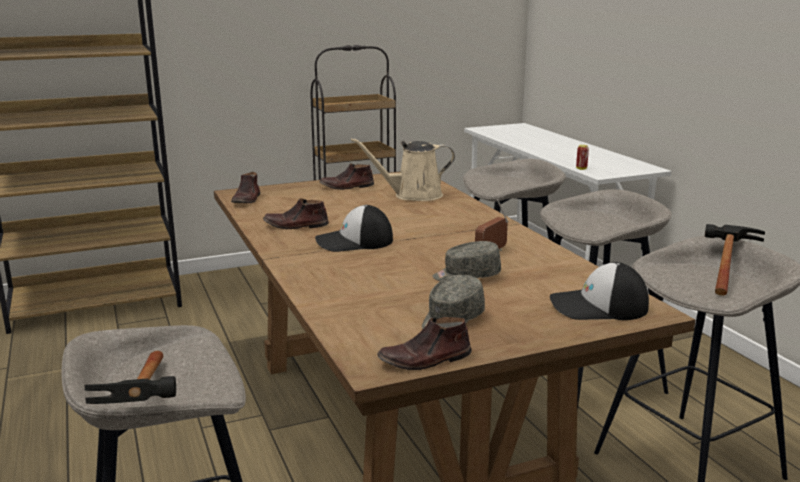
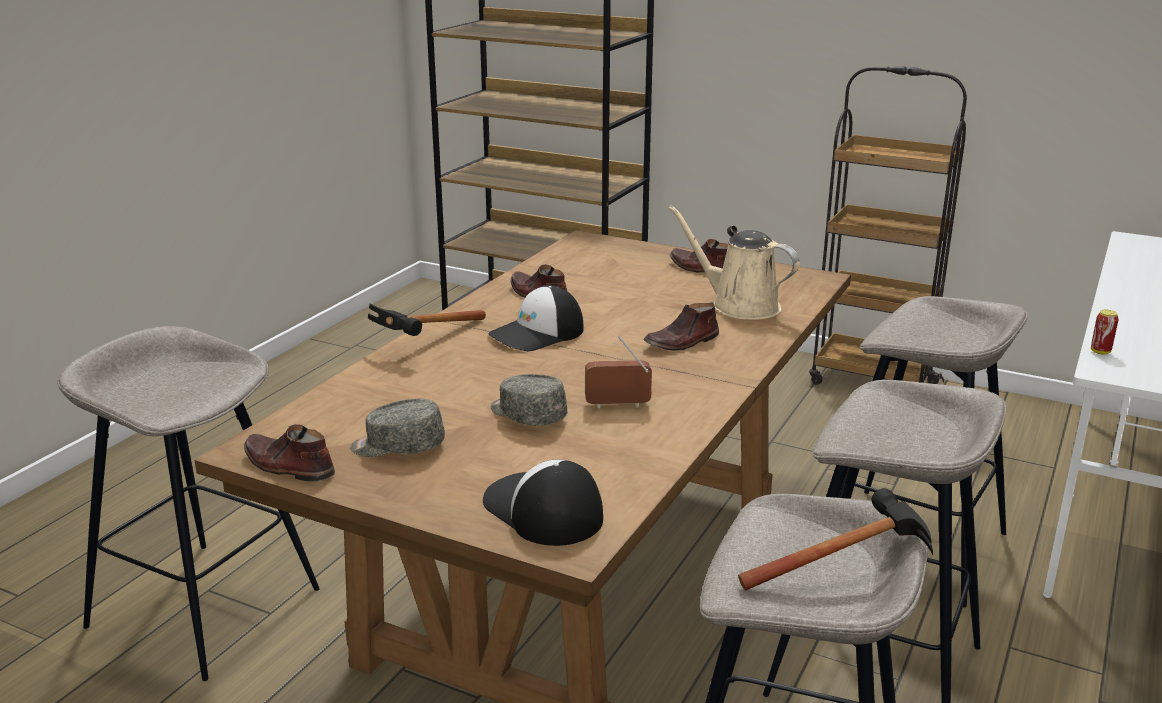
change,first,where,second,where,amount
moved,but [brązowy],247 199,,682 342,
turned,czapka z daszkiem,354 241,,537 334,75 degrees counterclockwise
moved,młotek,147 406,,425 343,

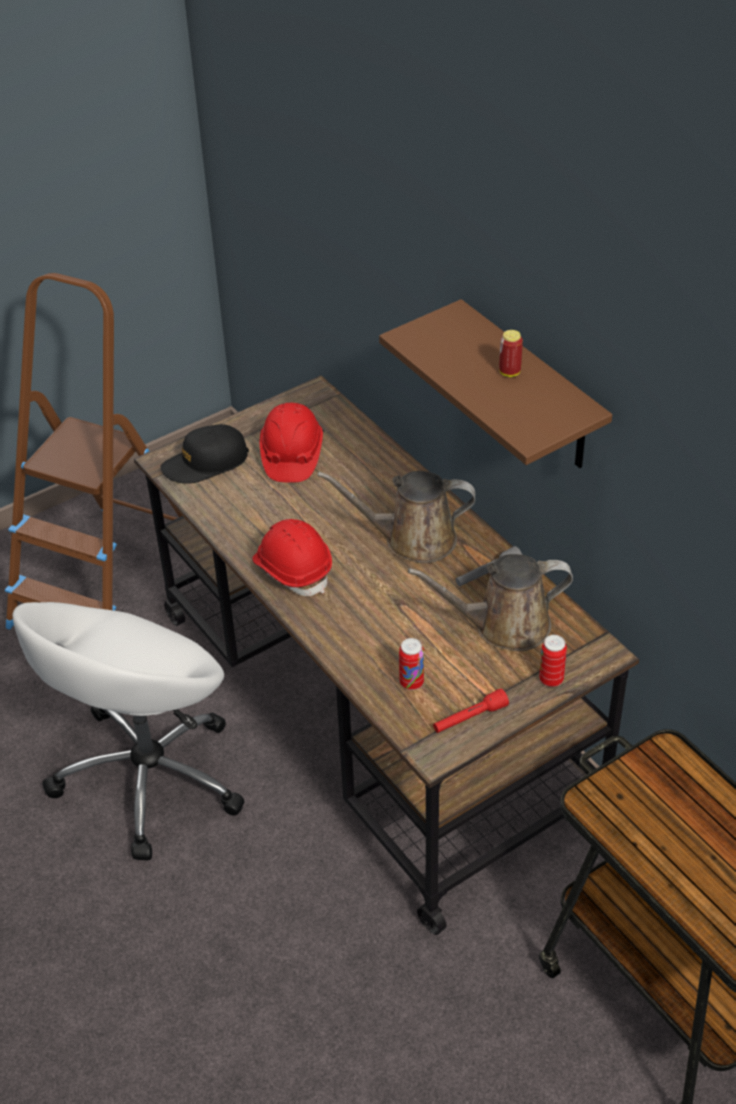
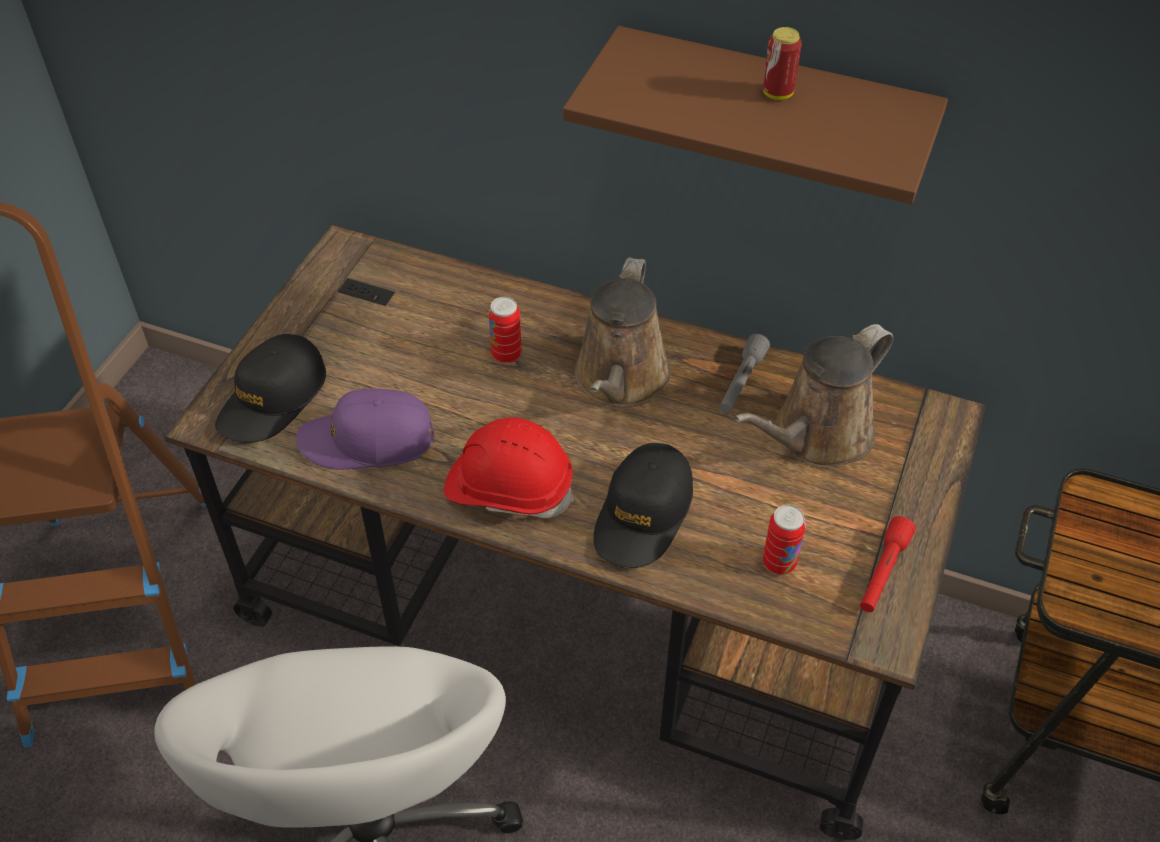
change,first,where,second,where,amount
removed,kask [czerwony],291 456,,,
turned,konewka [brązowy],412 539,,620 380,45 degrees counterclockwise
moved,puszka,551 679,,506 355,
added,,,czapka z daszkiem [fioletowy],367 440,
added,,,czapka z daszkiem [czarny],643 514,

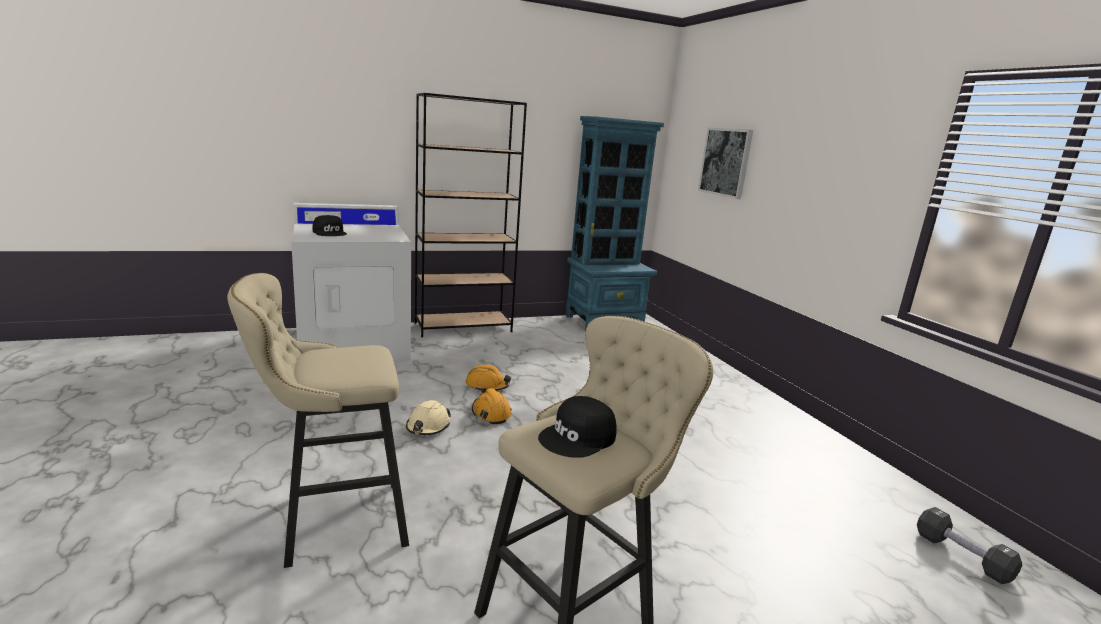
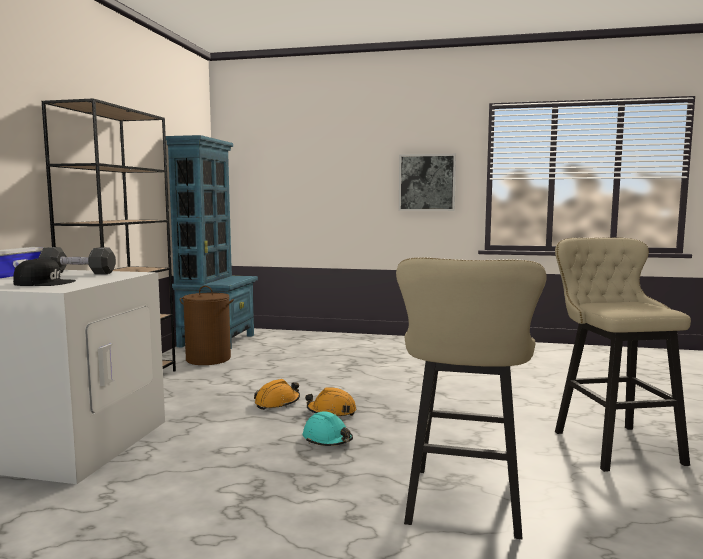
change,first,where,second,where,amount
moved,obraz,725 162,,427 182,
removed,czapka z daszkiem [czarny],578 437,,,
recoloured,kask [beżowy],428 427,kask [turkusowy],327 440,
moved,hantel [czarny],962 556,,78 273,
added,,,kosz na pranie [brązowy],208 359,

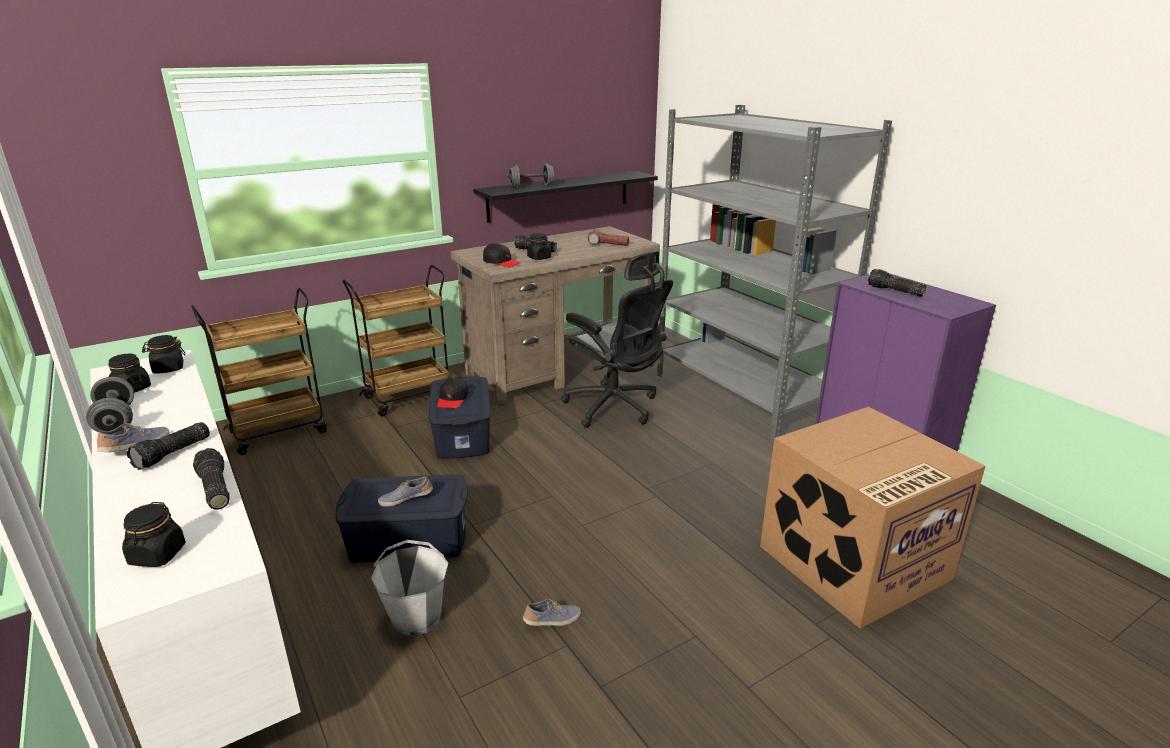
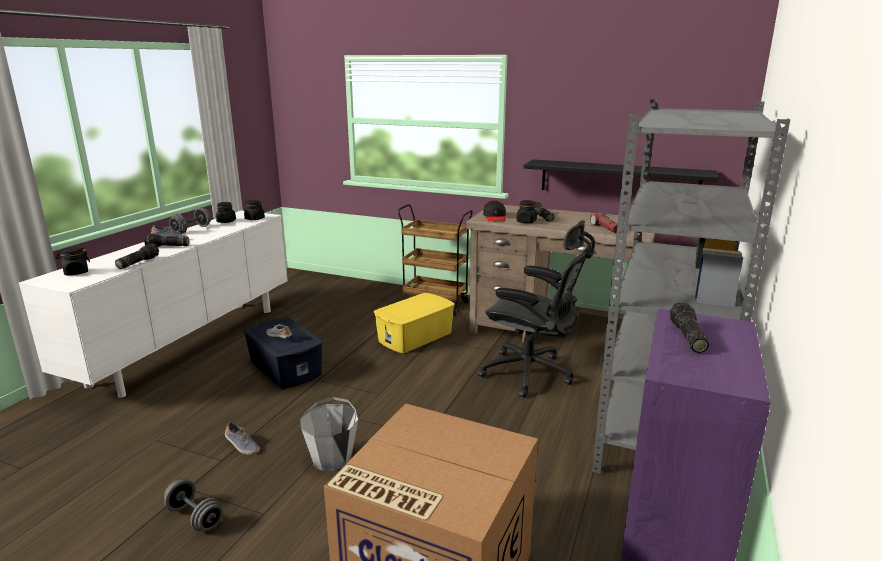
change,first,where,second,where,amount
moved,hantel [szary],531 186,,195 517,
turned,krzesło biurowe,614 408,,531 374,75 degrees counterclockwise
removed,wózek [brązowy],279 432,,,
recoloured,pojemnik do przechowywania [niebieski],463 434,pojemnik do przechowywania [żółty],415 337,
removed,czapka z daszkiem [czarny],452 399,,,
moved,wiadro [szary],416 616,,332 458,

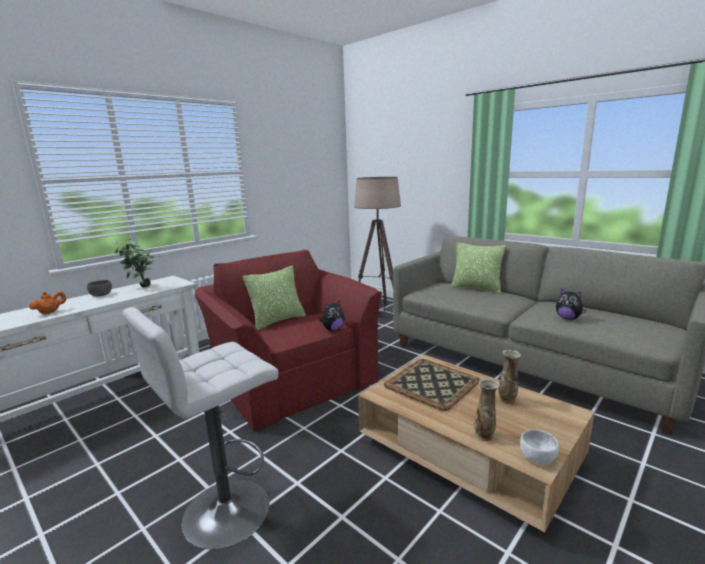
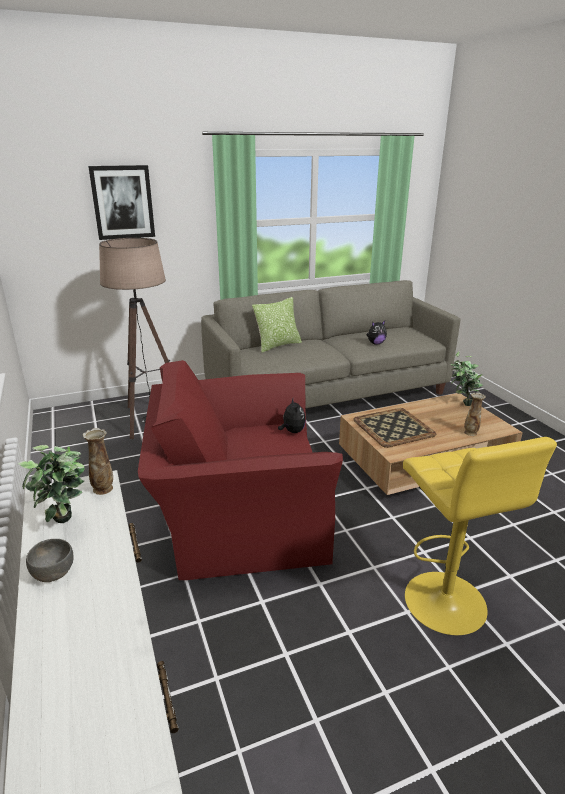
change,first,where,second,where,amount
removed,poduszka,277 320,,,
removed,imbryk [pomarańczowy],50 312,,,
recoloured,stołek [biały],225 512,stołek [żółty],444 603,
moved,wazon,507 400,,103 489,
removed,miska [biały],538 457,,,
added,,,obraz,123 202,
added,,,roślina doniczkowa,461 404,

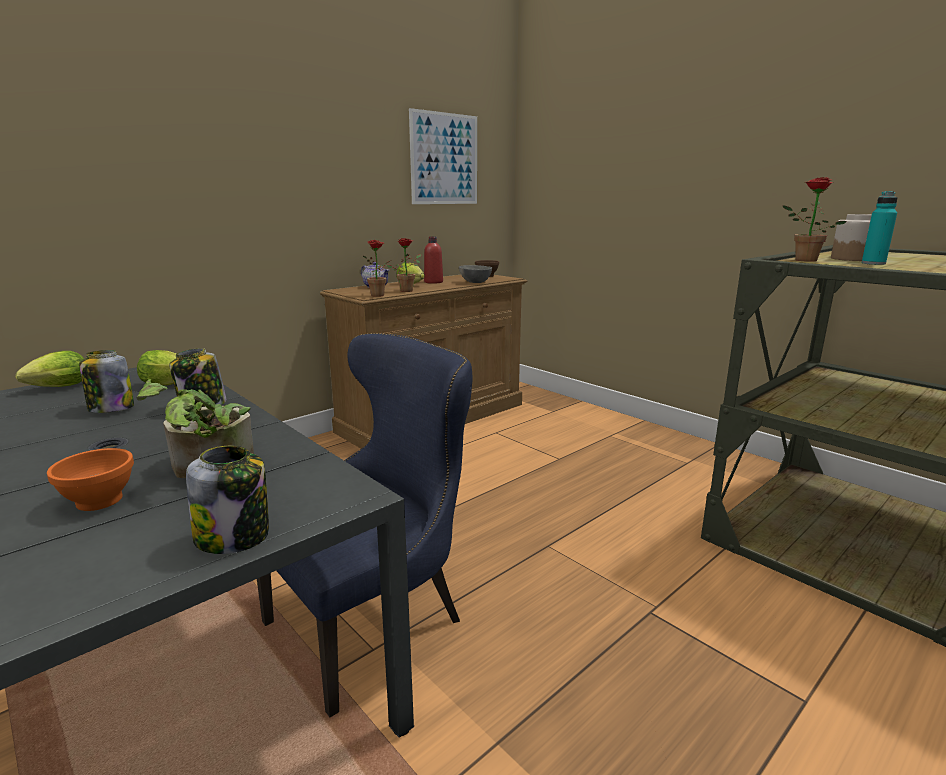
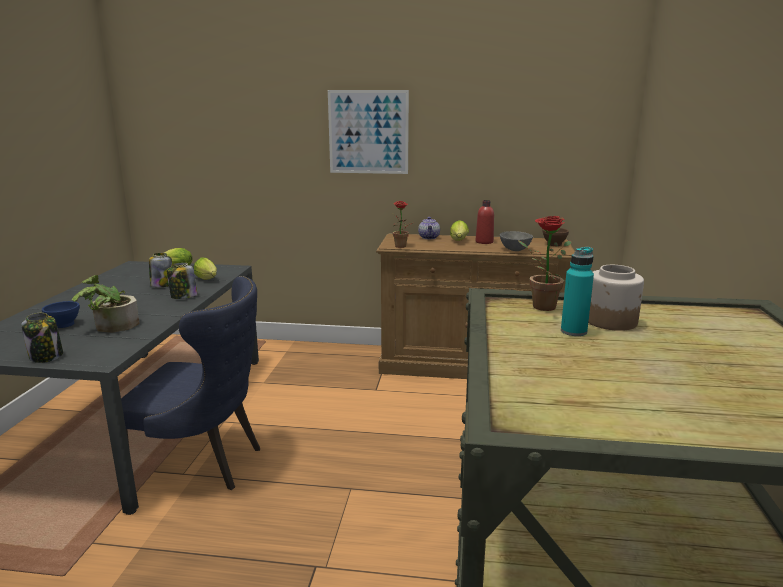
change,first,where,second,where,amount
moved,obraz,444 159,,368 132,
removed,roślina doniczkowa,407 290,,,
recoloured,miska [pomarańczowy],99 501,miska [niebieski],63 325,

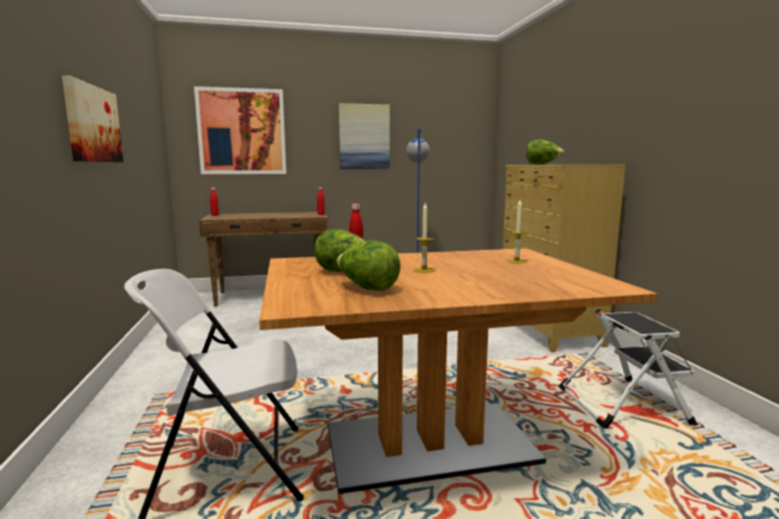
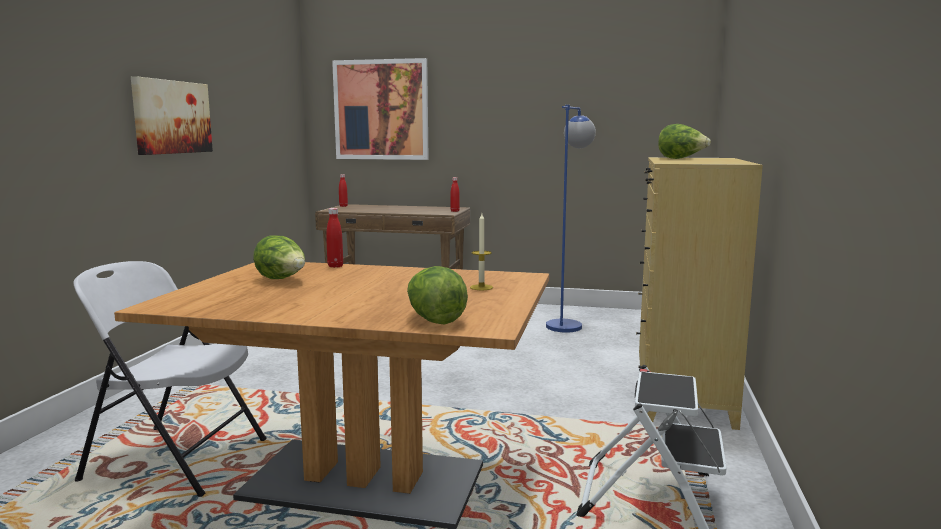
change,first,where,second,where,amount
removed,obraz,364 137,,,
removed,świeca,424 270,,,
moved,sałata,367 288,,434 320,

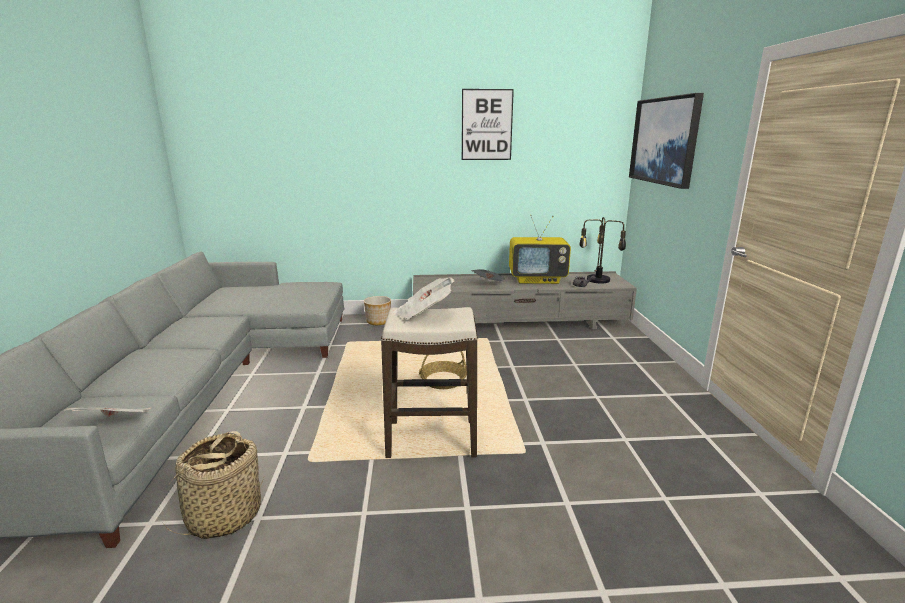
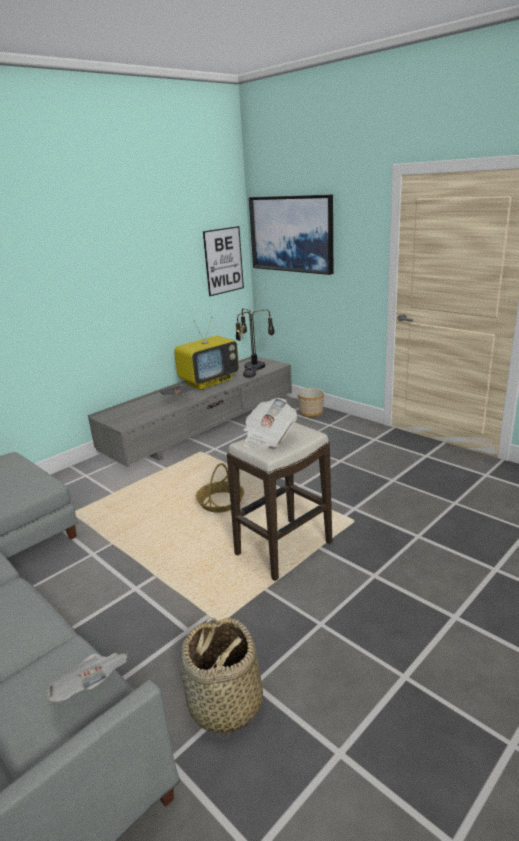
change,first,where,second,where,amount
moved,obraz,486 125,,223 261,
moved,donica,378 321,,311 413,

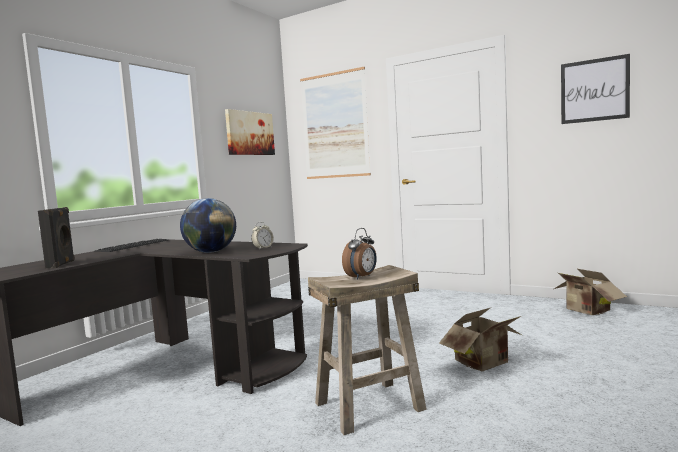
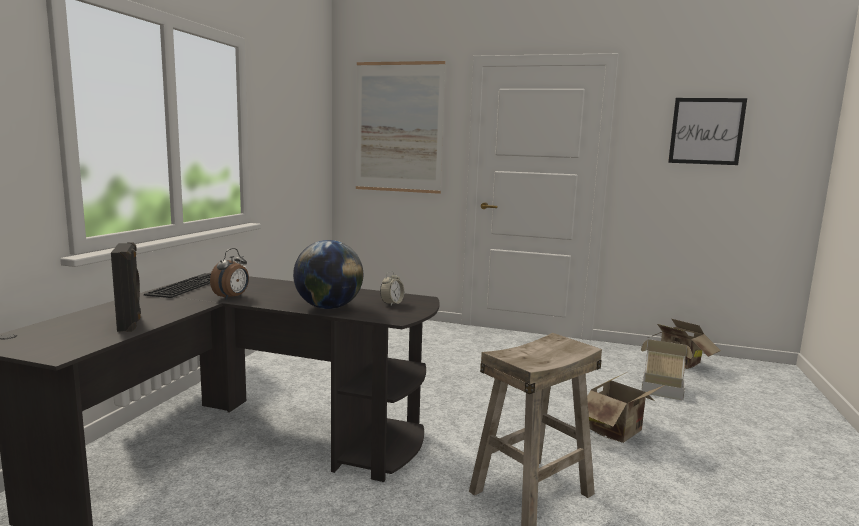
change,first,where,second,where,amount
removed,obraz,249 133,,,
moved,budzik,362 277,,232 297,
added,,,karton,662 388,

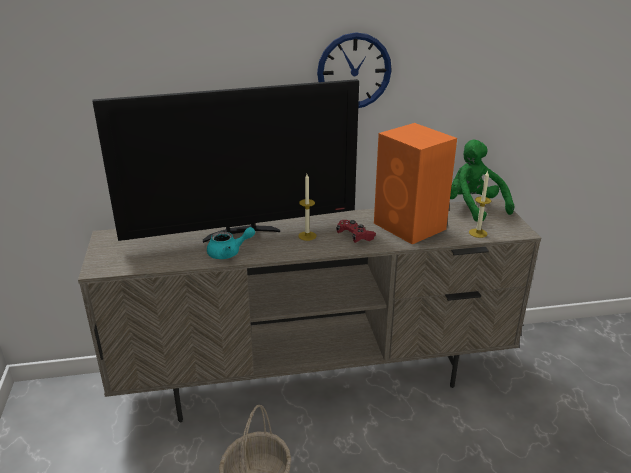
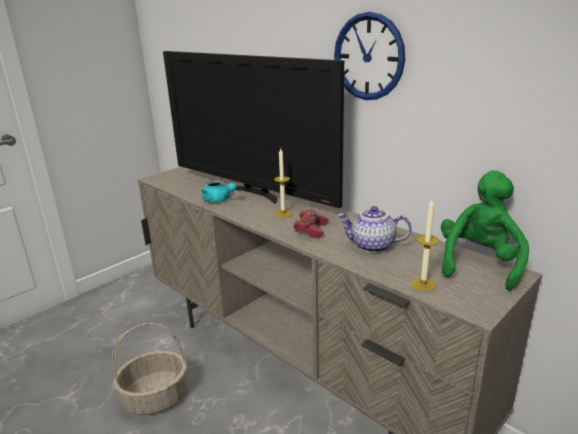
change,first,where,second,where,amount
replaced,głośnik [pomarańczowy],410 227,imbryk,372 246,

